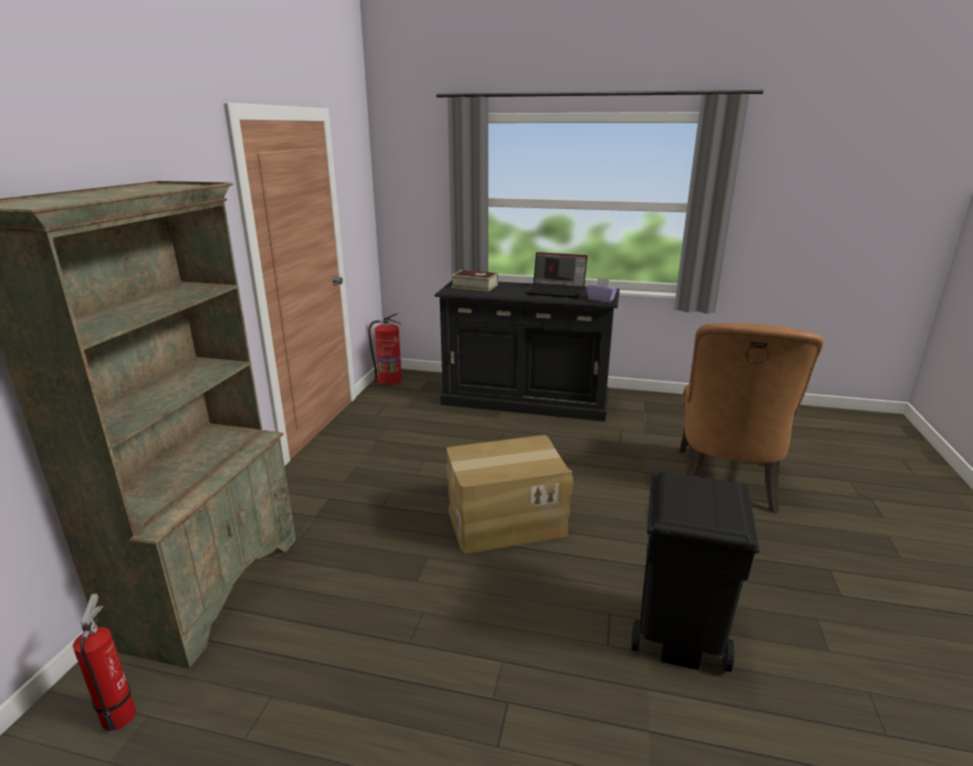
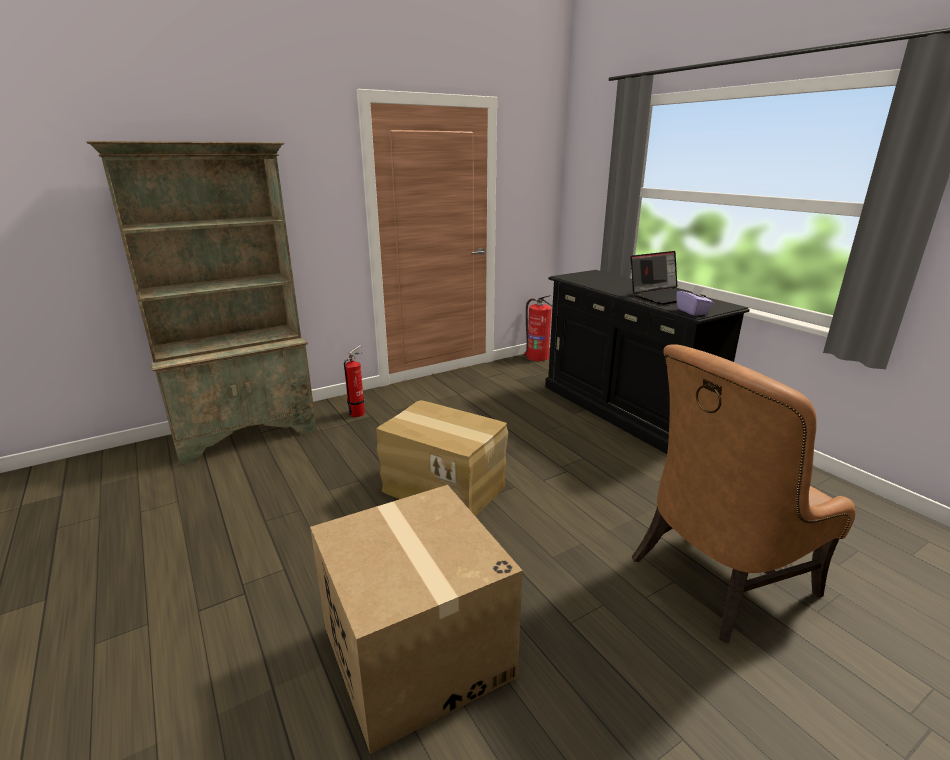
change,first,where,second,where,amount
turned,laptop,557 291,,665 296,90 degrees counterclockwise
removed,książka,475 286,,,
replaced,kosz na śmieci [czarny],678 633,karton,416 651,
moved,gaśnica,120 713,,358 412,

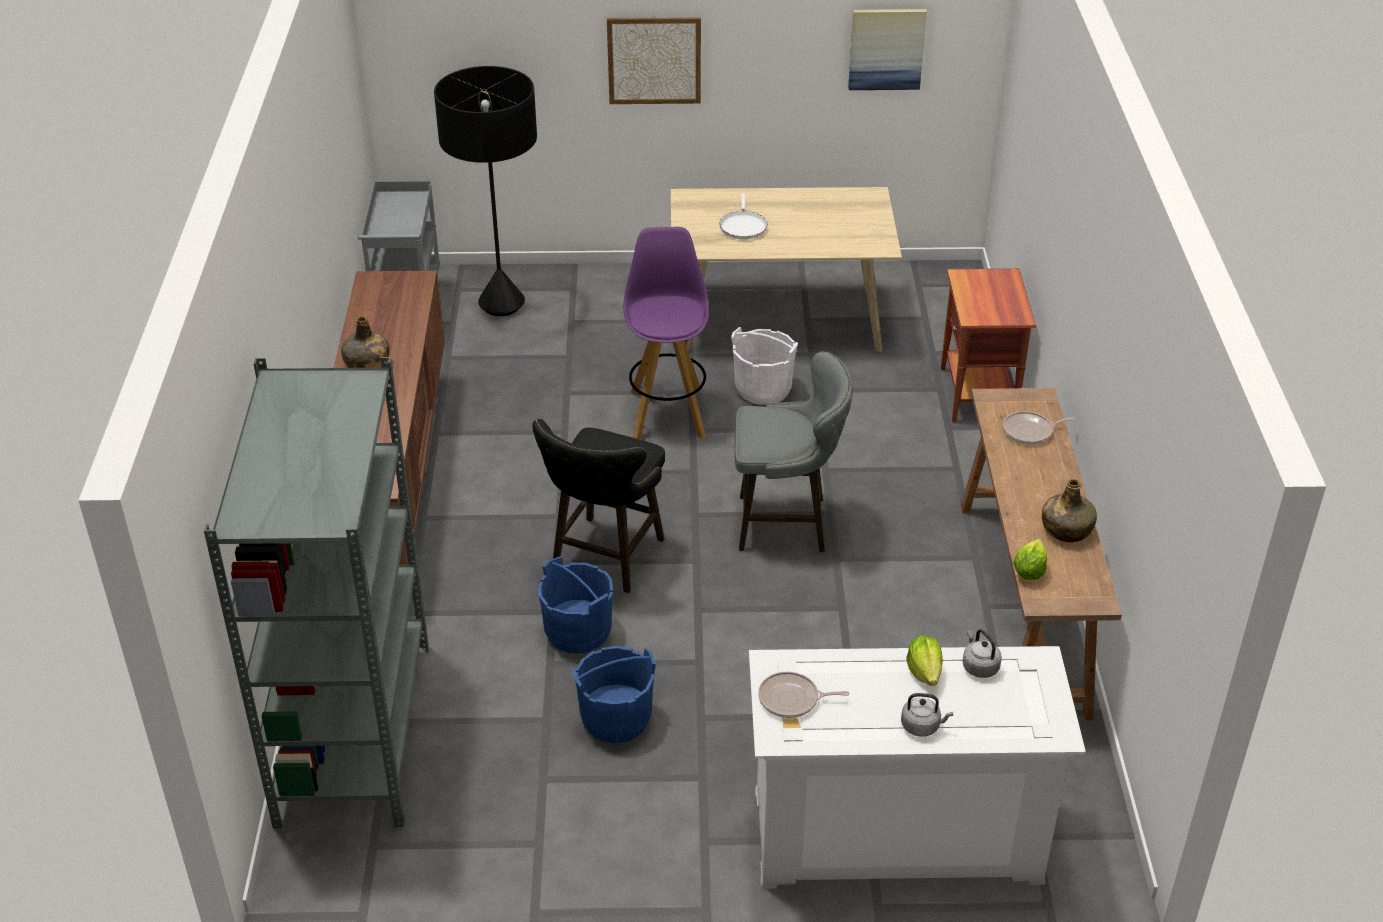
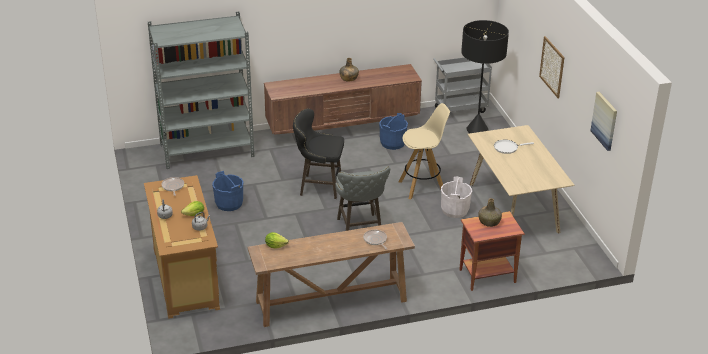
change,first,where,second,where,amount
recoloured,stołek [fioletowy],667 413,stołek [beżowy],422 187,
moved,butelka [zielony],1066 530,,489 222,
moved,wiadro [niebieski],577 632,,392 143,
recoloured,komoda [biały],894 835,komoda [brązowy],185 277,

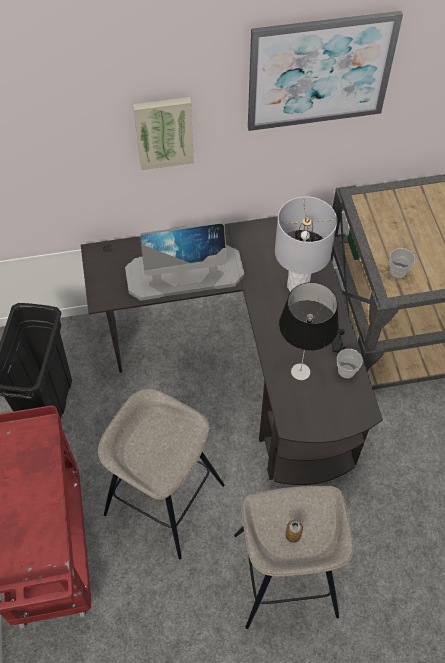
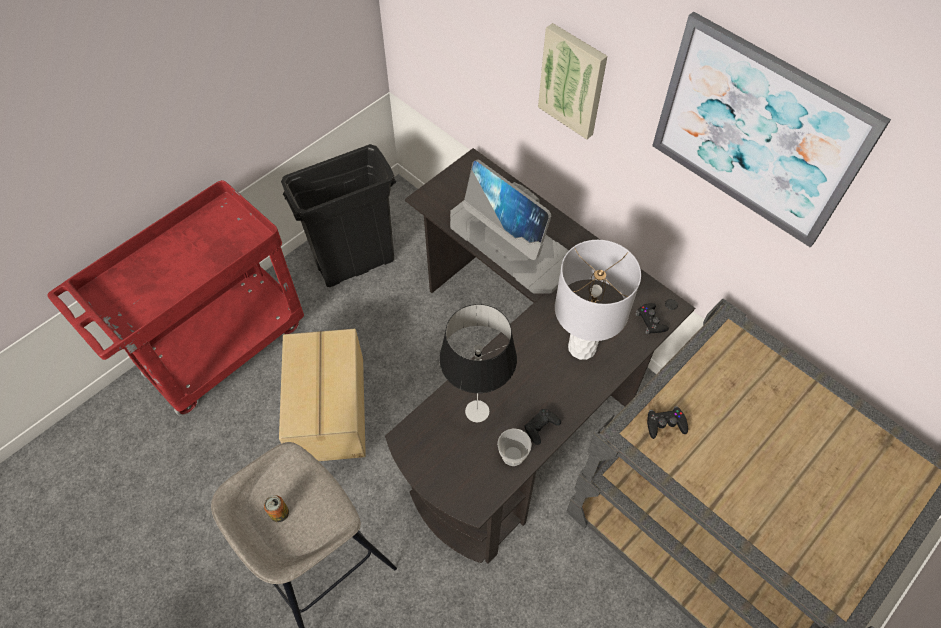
change,first,where,second,where,amount
replaced,filiżanka,398 271,pad do gier [czarny],665 424,
replaced,stołek [szary],164 499,karton,330 408,

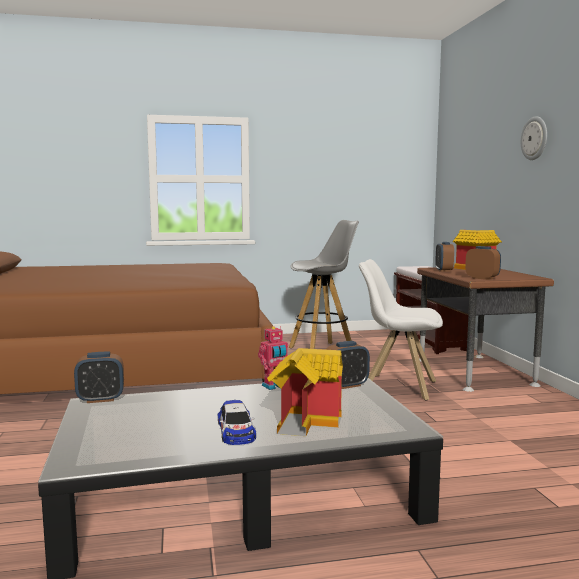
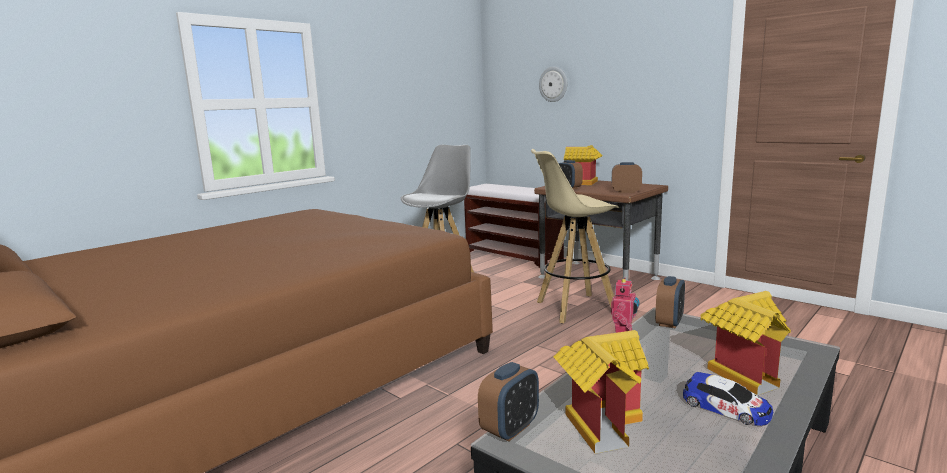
change,first,where,second,where,amount
moved,zegar ścienny,535 138,,553 84,
replaced,krzesło [biały],398 386,stołek [beżowy],574 308,
added,,,domek,600 422,

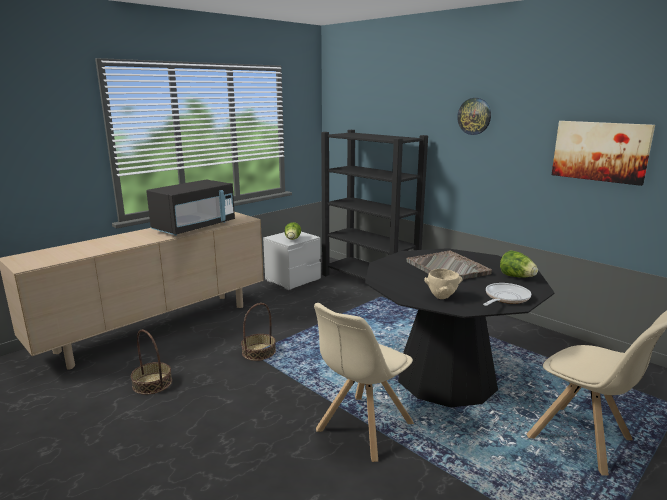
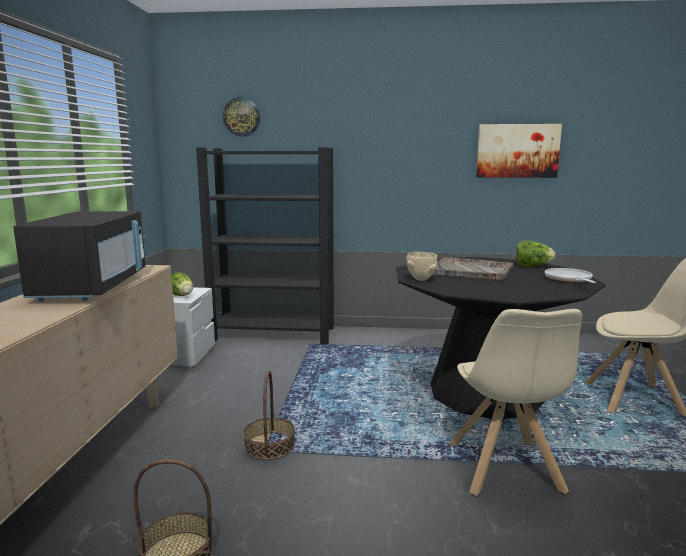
change,first,where,second,where,amount
moved,zegar ścienny,474 116,,241 117,
moved,miska [beżowy],441 297,,421 279,

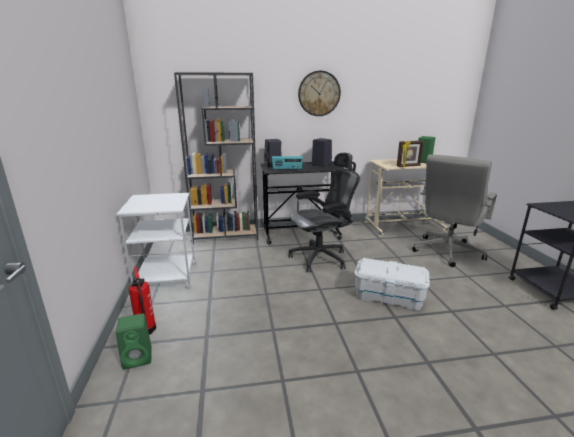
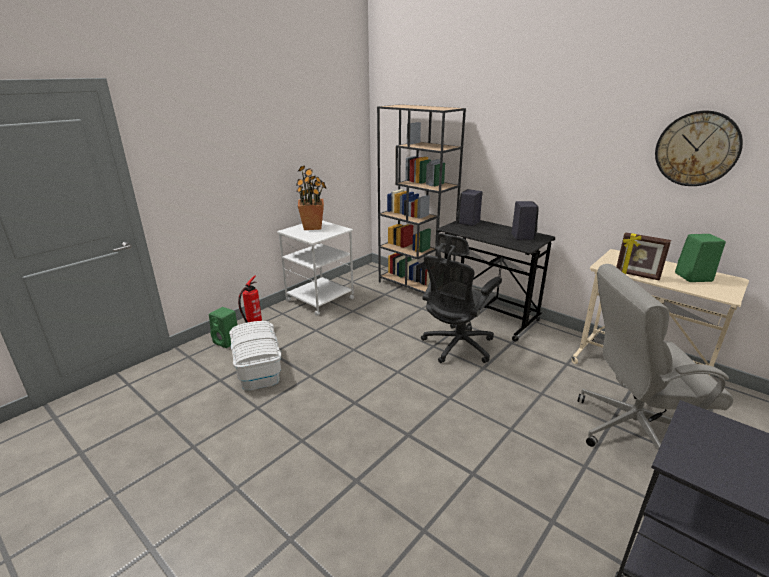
change,first,where,second,where,amount
moved,zegar ścienny,319 93,,697 149,
turned,krzesło biurowe,321 258,,456 348,105 degrees clockwise
removed,radio,287 170,,,
moved,pojemnik do przechowywania [biały],389 296,,258 368,
added,,,roślina doniczkowa,313 227,

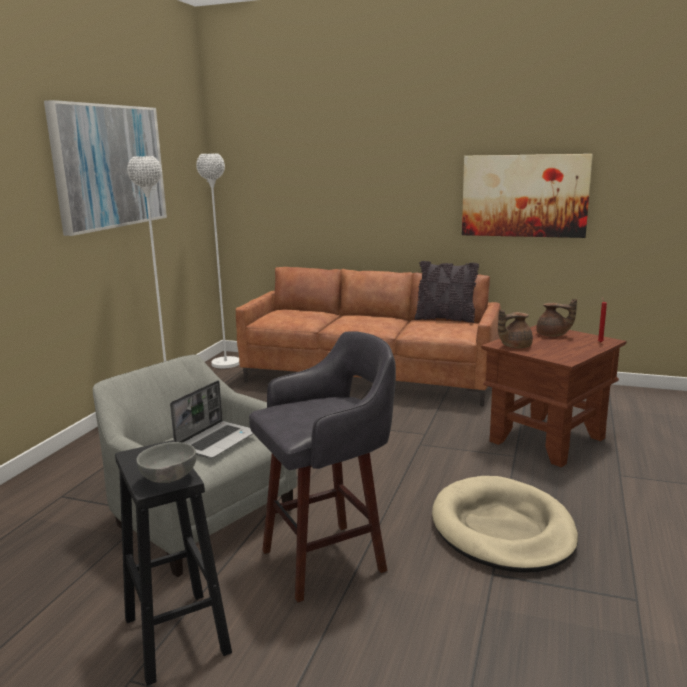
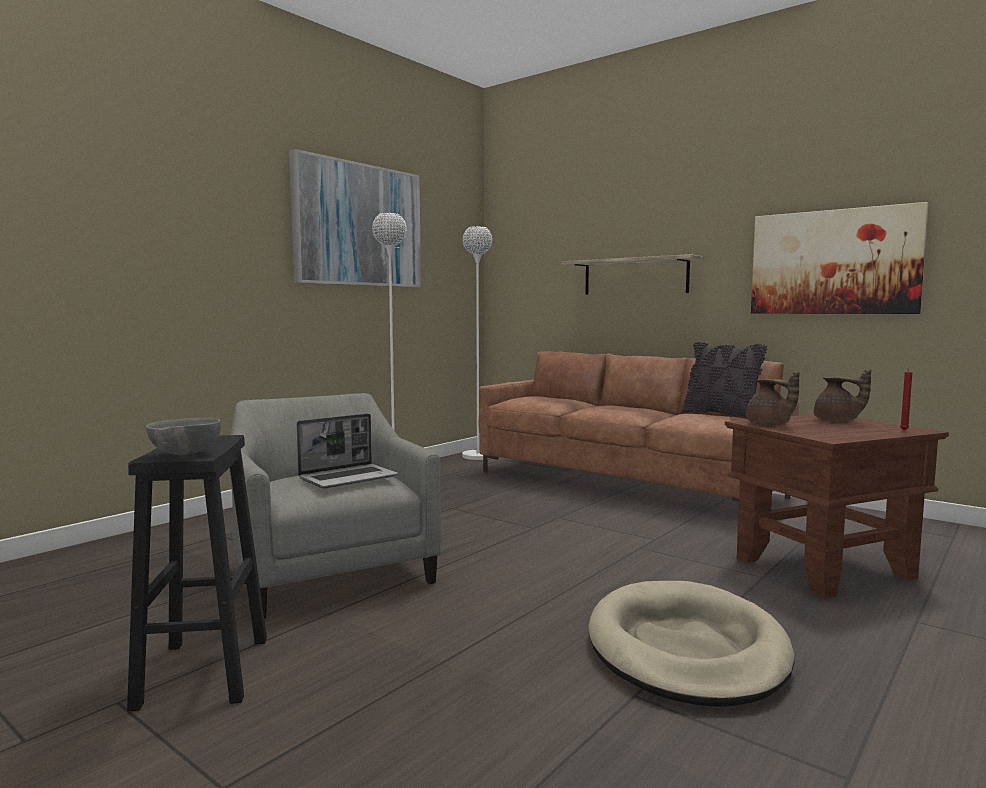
change,first,where,second,where,amount
turned,imbryk [brązowy],514 346,,769 424,120 degrees counterclockwise
removed,stołek [szary],329 560,,,
added,,,półka,635 276,

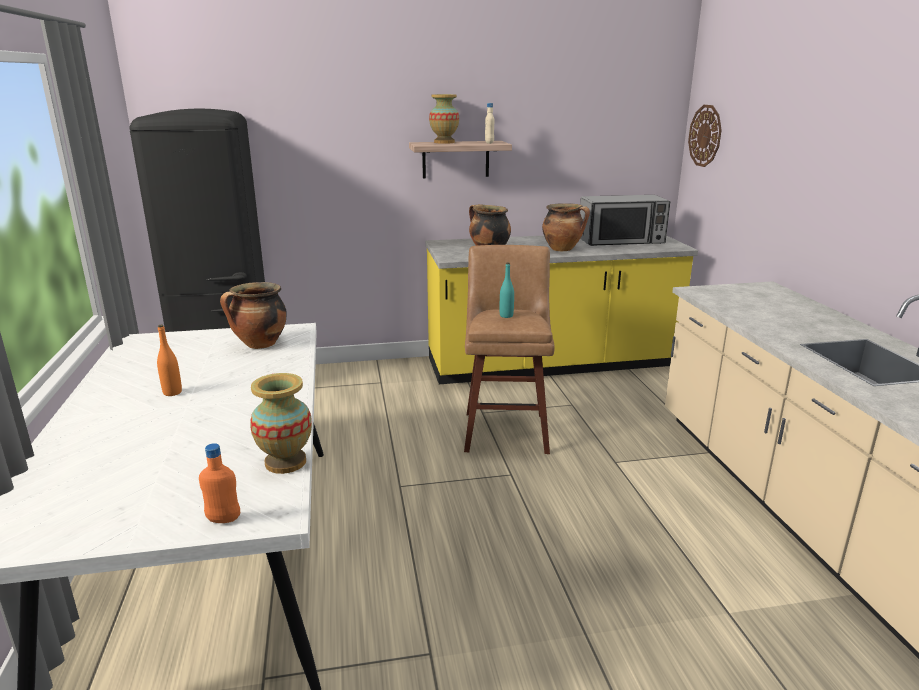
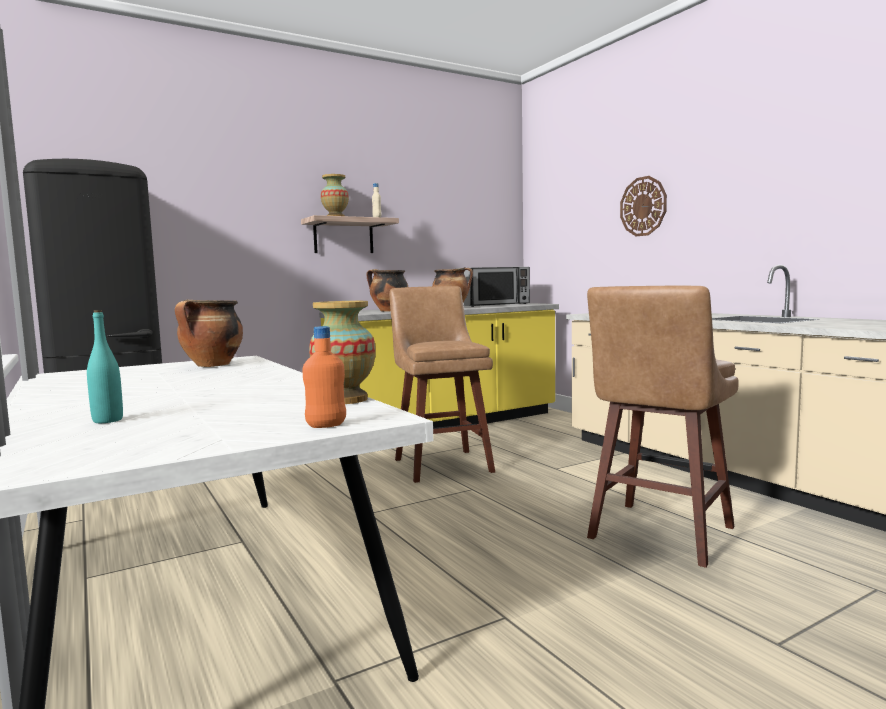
change,first,where,second,where,amount
moved,zegar ścienny,705 135,,643 206,
moved,butelka [turkusowy],506 316,,107 420,
removed,butelka [pomarańczowy],172 392,,,
added,,,stołek [brązowy],659 534,

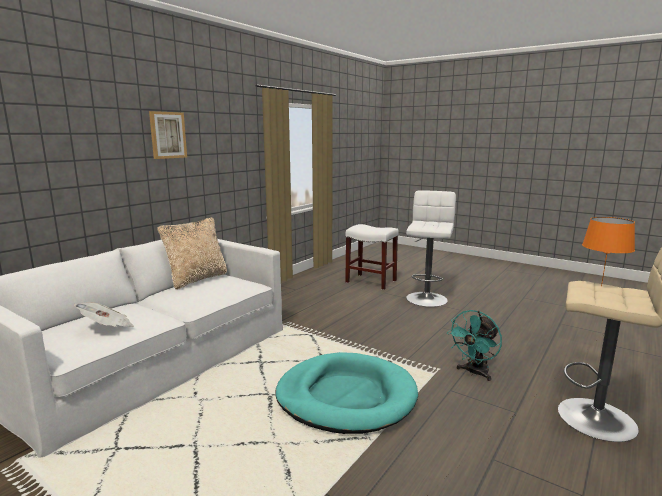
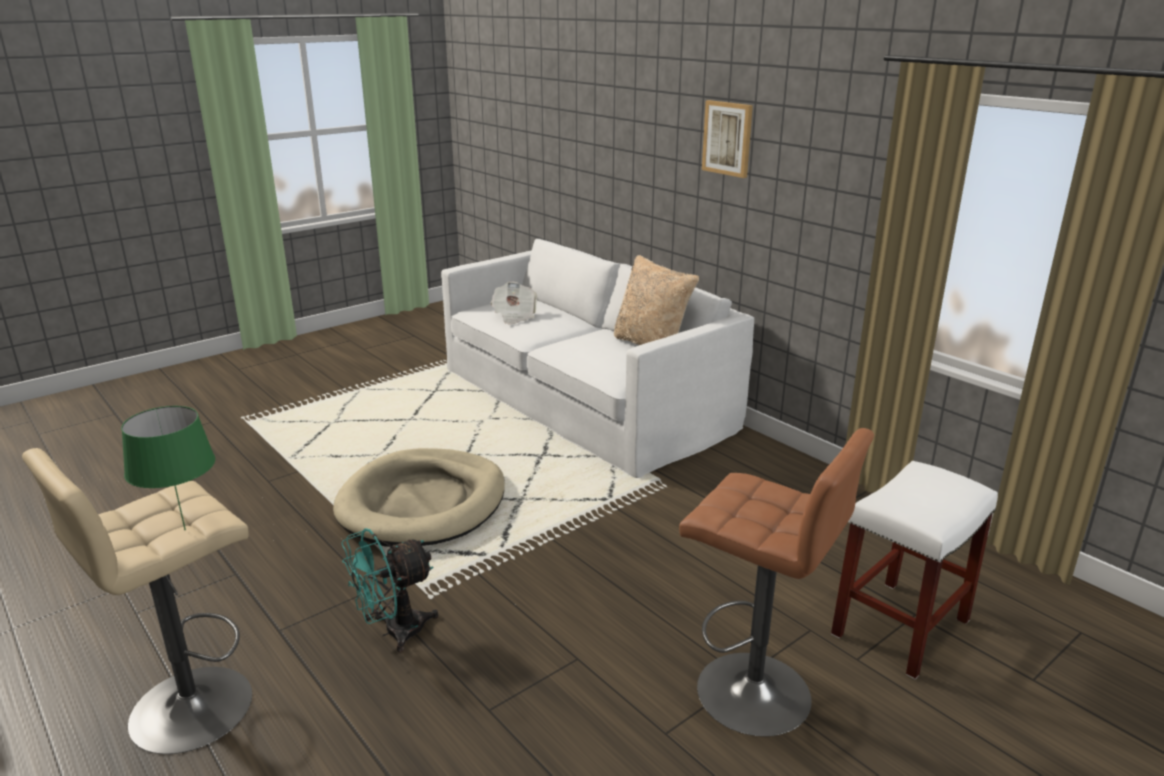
change,first,where,second,where,amount
recoloured,stołek [biały],427 299,stołek [brązowy],754 694,
recoloured,lampa stołowa [pomarańczowy],600 286,lampa stołowa [zielony],186 529,
turned,wentylator [turkusowy],474 373,,394 632,90 degrees counterclockwise
recoloured,legowisko [turkusowy],346 397,legowisko [beżowy],423 503,

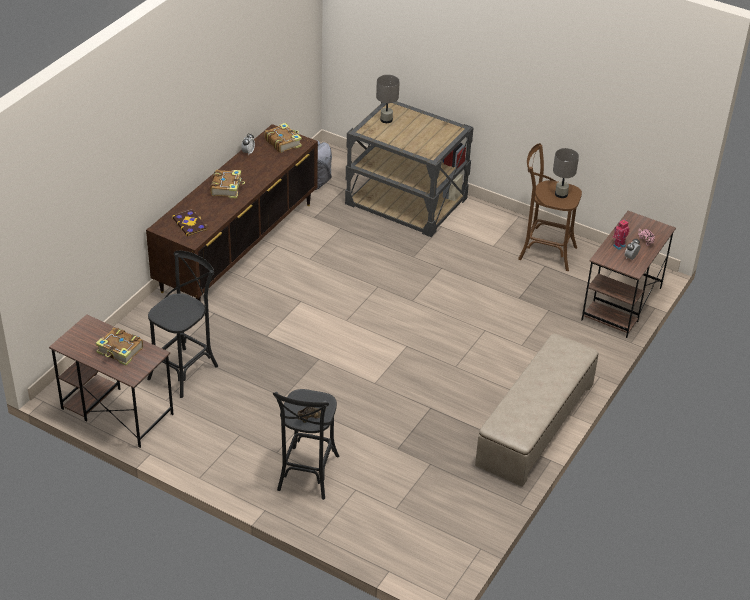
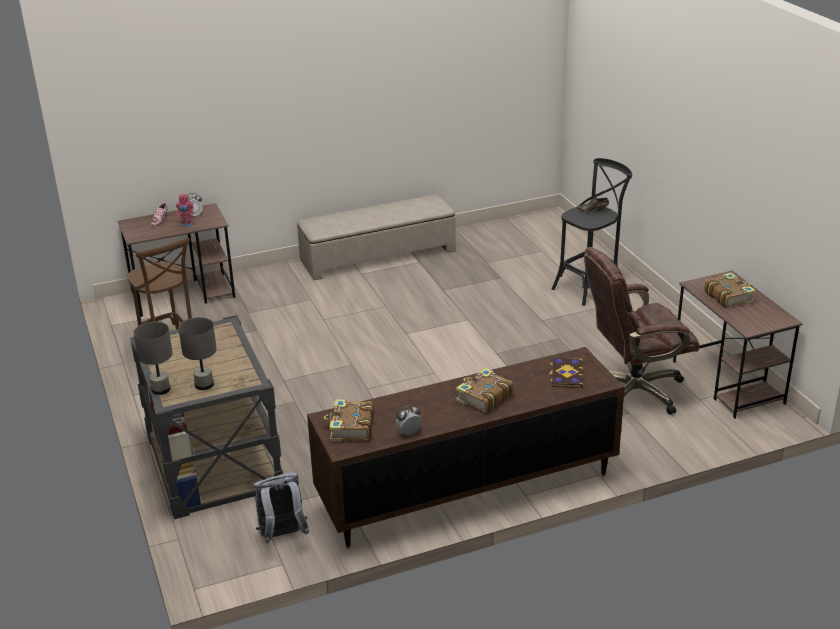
change,first,where,second,where,amount
moved,lampa stołowa [szary],561 194,,161 389,
replaced,stołek [czarny],185 370,krzesło biurowe [brązowy],634 390,

